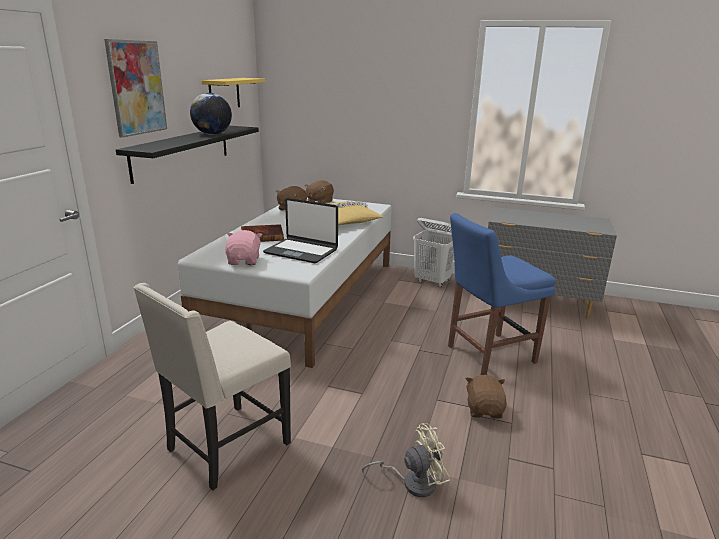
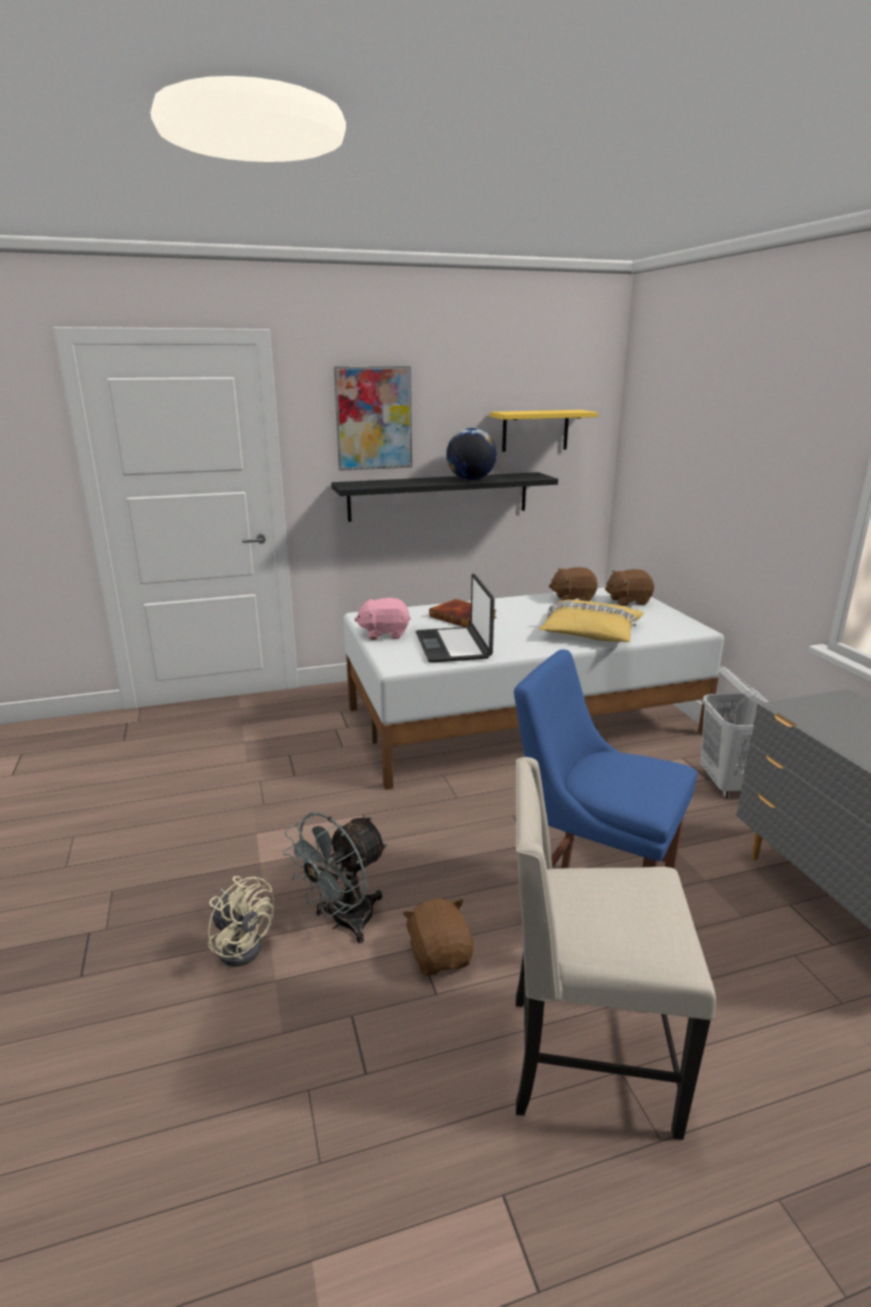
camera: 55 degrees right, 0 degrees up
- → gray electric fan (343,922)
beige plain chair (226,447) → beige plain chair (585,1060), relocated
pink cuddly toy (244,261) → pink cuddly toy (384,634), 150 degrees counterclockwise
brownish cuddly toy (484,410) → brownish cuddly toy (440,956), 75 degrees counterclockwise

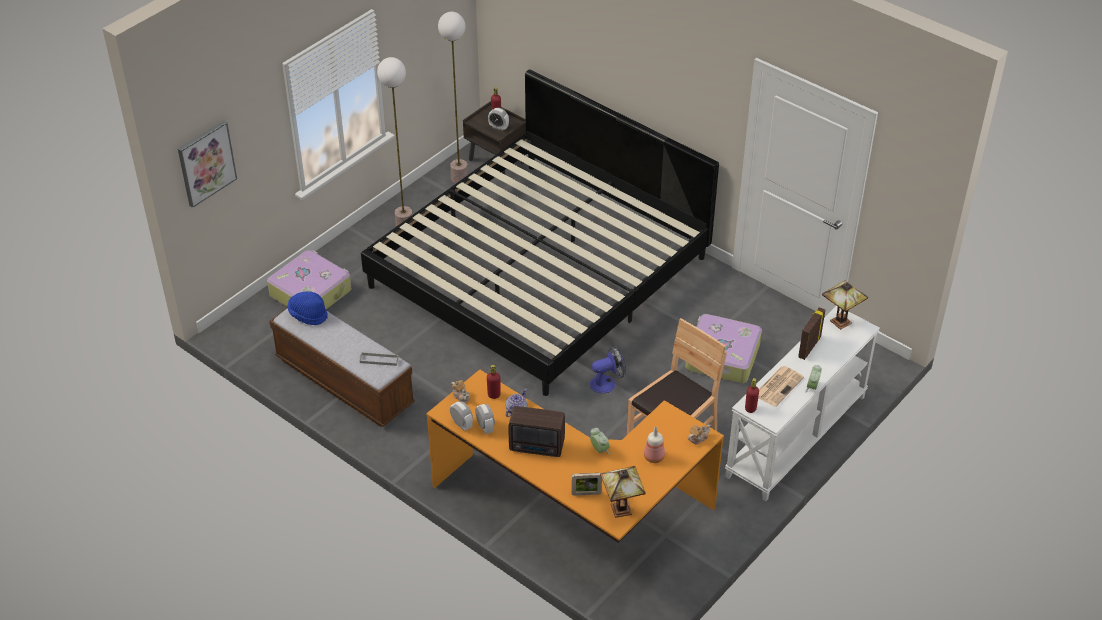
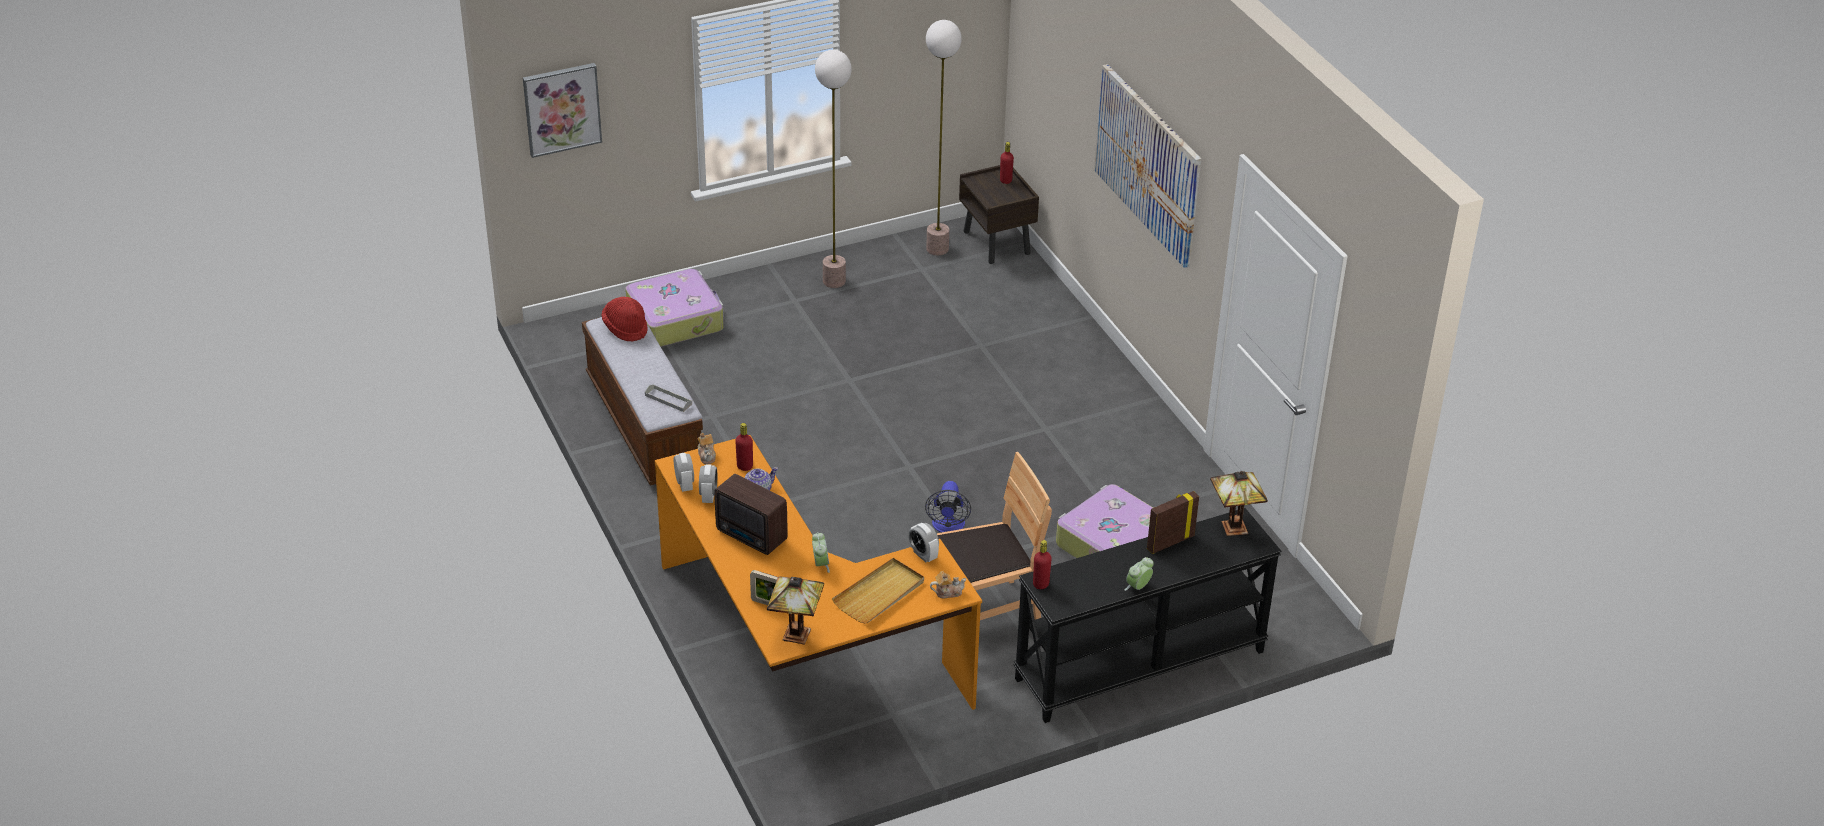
camera: 25 degrees right, 5 degrees down
bedroom bed (539,271) → -
daily paper (778,386) → -
- → wall picture (1148,164)
alarm clock (498,127) → alarm clock (923,555), relocated
bottle (654,457) → beige serving tray (879,594)
blue wearable hat (308,315) → reddish wearable hat (626,328)
whitish console table (797,437) → black console table (1140,666)
electric fan (607,383) → electric fan (948,527), 90 degrees clockwise

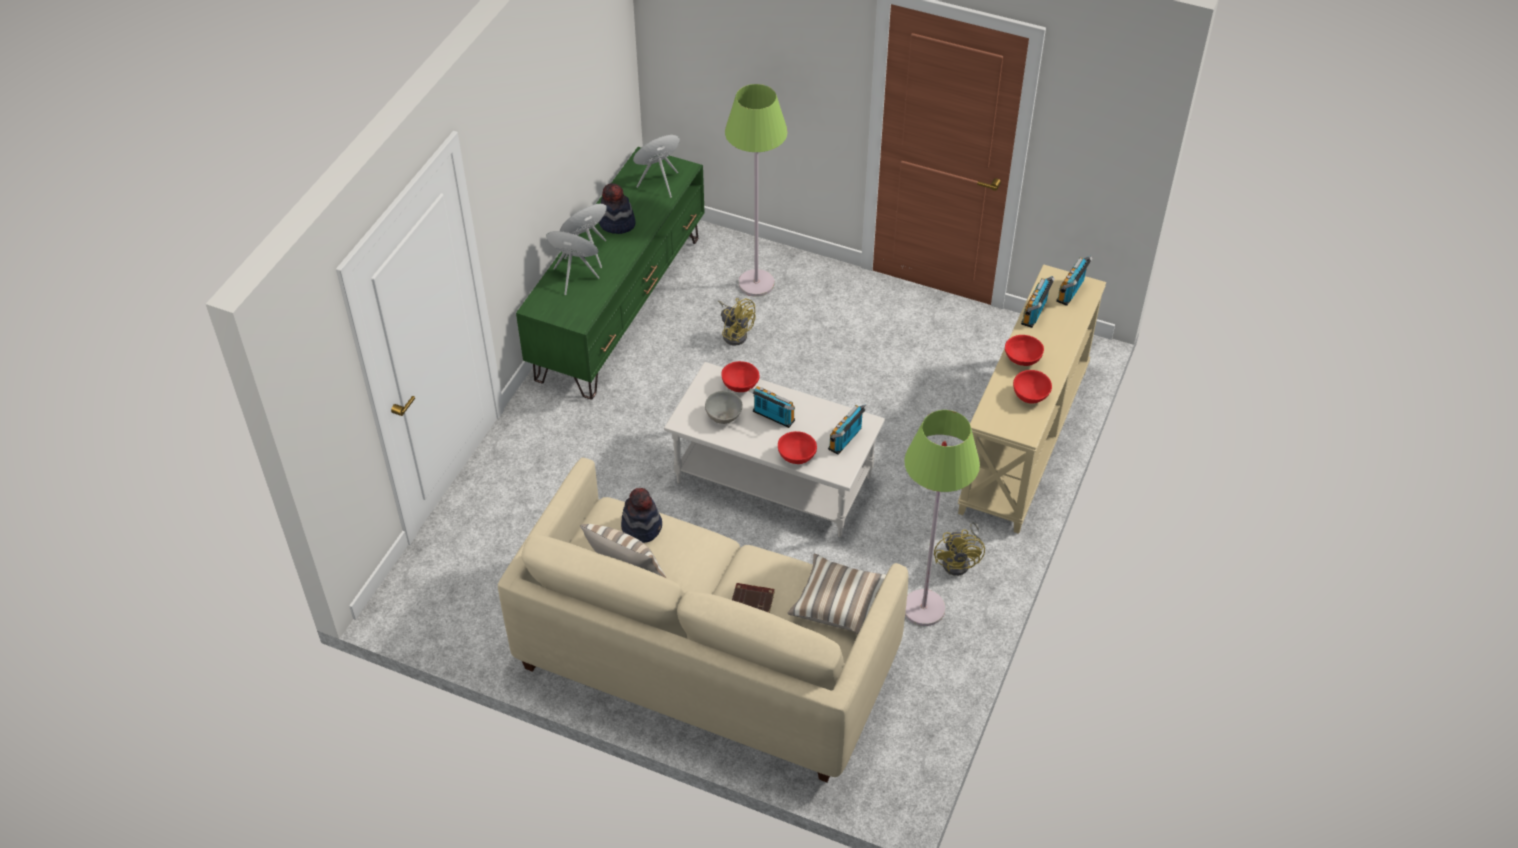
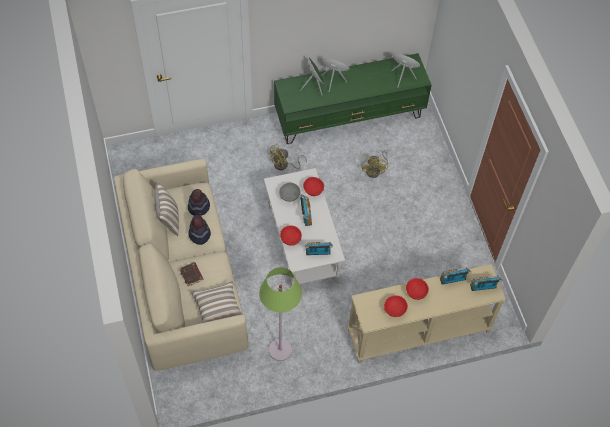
camera: 50 degrees right, 10 degrees up
green-coloured floor lamp (756,284) → -
wearable hat (616,223) → wearable hat (199,234), relocated
yellow-coloured electric fan (960,561) → yellow-coloured electric fan (284,165), relocated

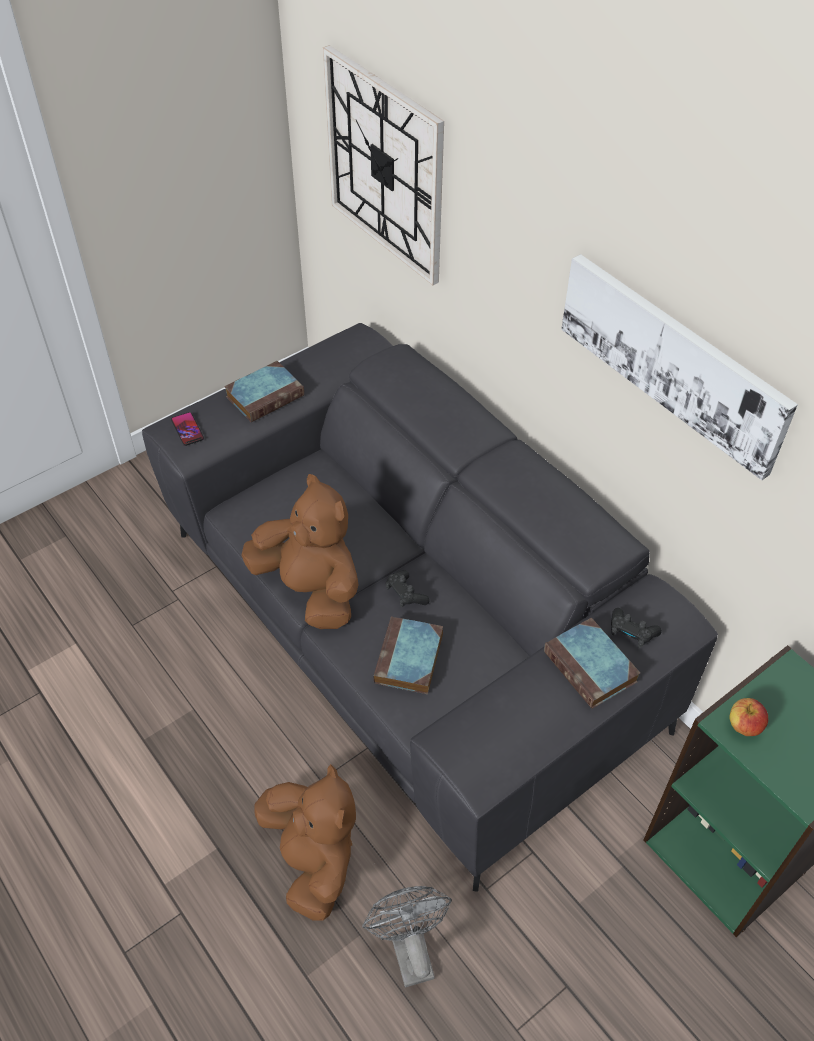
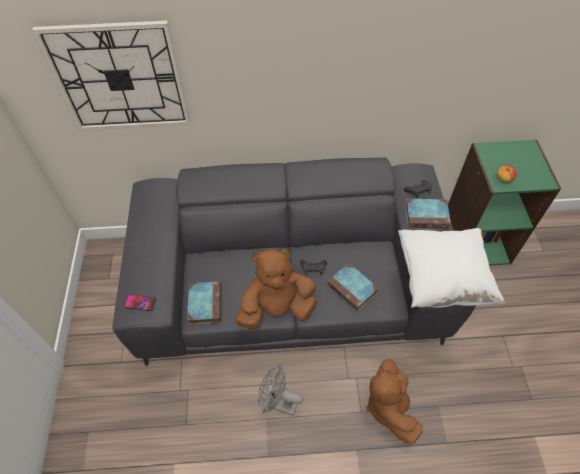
camera: 55 degrees left, 5 degrees up
wall picture (672,360) → -
- → whitish cushion (442,278)
bound book (266,395) → bound book (204,303), relocated
gray electric fan (409,949) → gray electric fan (278,403), relocated
brownish cuddly toy (312,860) → brownish cuddly toy (389,406), 105 degrees counterclockwise

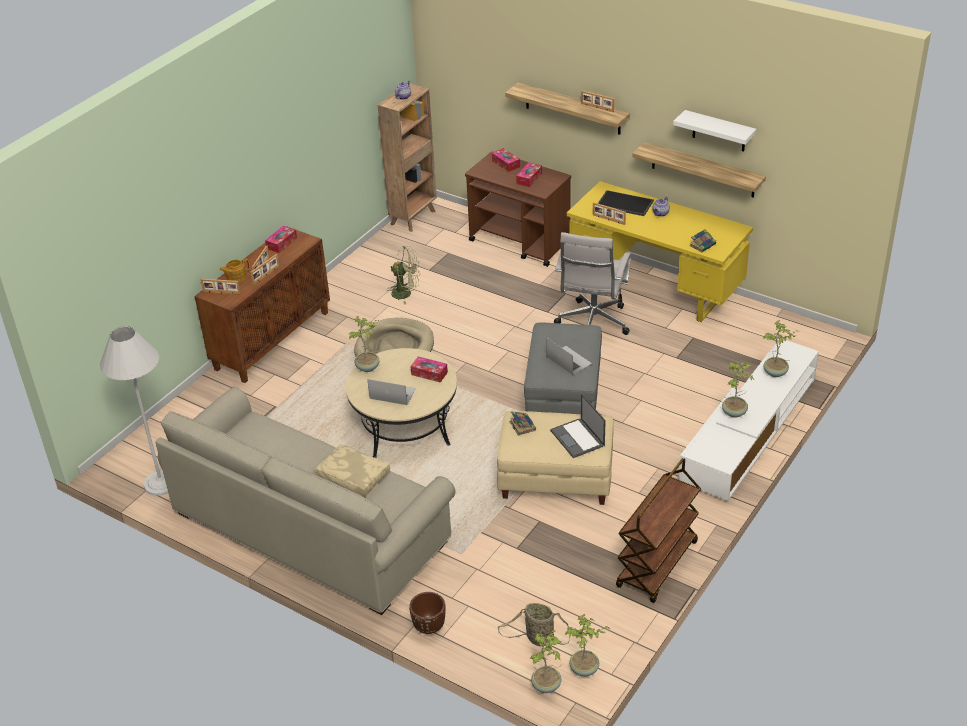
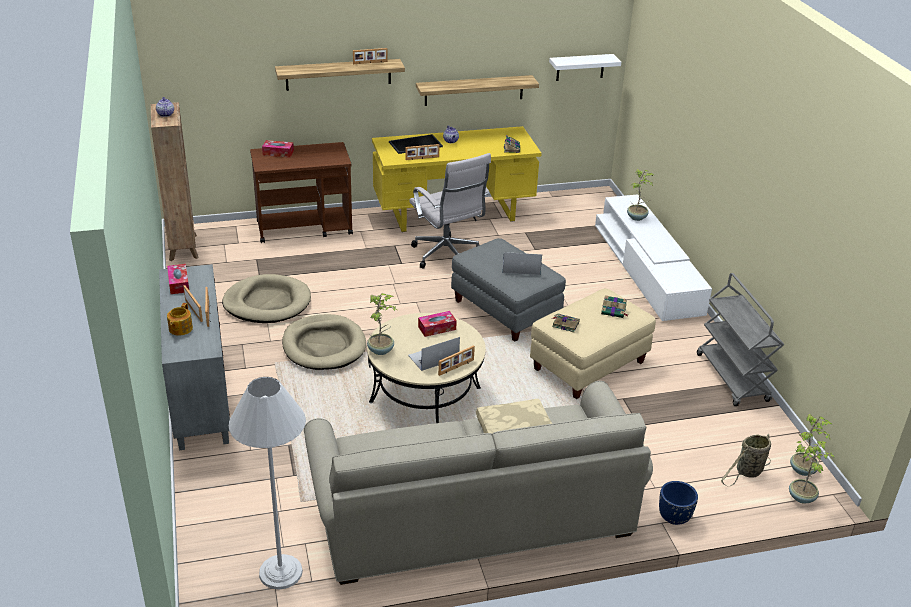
camera: 50 degrees left, 5 degrees down
tissue box (529,178) → -
houseplant (735,412) → -
picture frame (221,293) → picture frame (456,367), relocated
whitish bracket shelf (719,131) → whitish bracket shelf (580,67), relocated
green-coloured electric fan (406,293) → beige pet bed (267,303)
notebook computer (578,438) → bound book (614,311)
brownish cabinet (272,340) → gray cabinet (199,396)
brownish flower pot (428,627) → blue flower pot (674,518)
brownish trolley (657,565) → gray trolley (733,378)

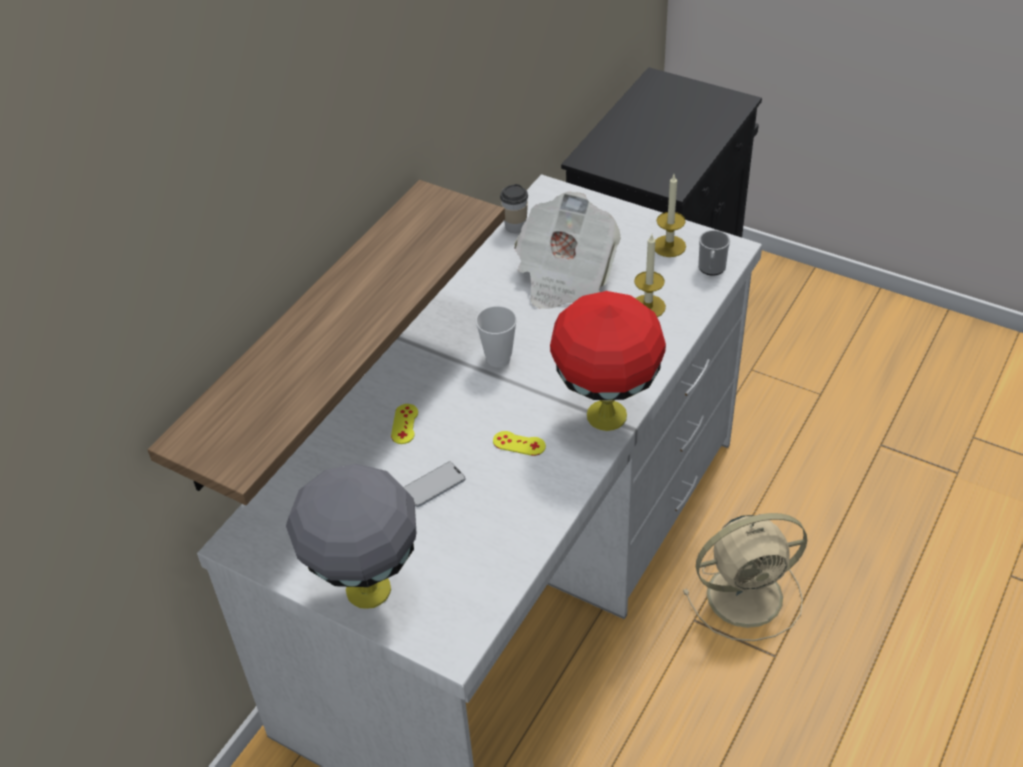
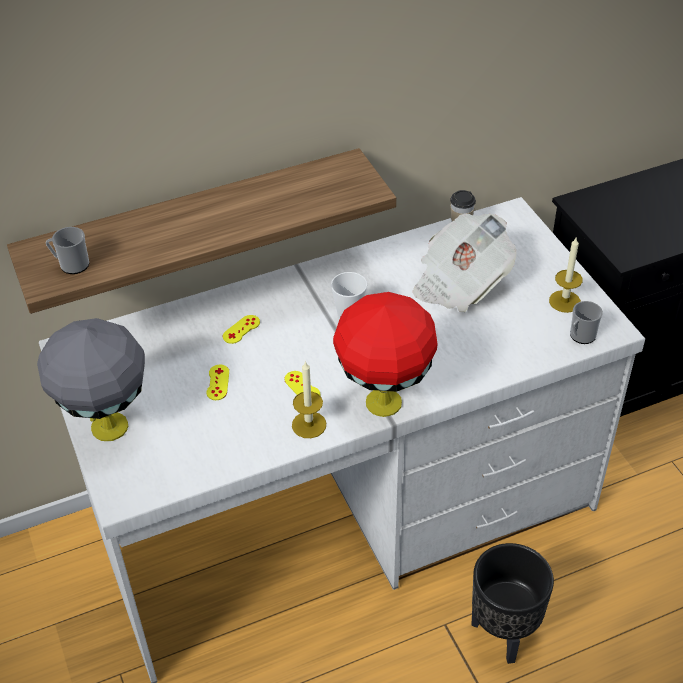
camera: 35 degrees right, 0 degrees up
- → tea mug (71,265)
wax light (648,306) → wax light (309,424), relocated
telephone (434,485) → yellow-coloured joypad (218,382)
beige electric fan (748,595) → black flower pot (504,633)

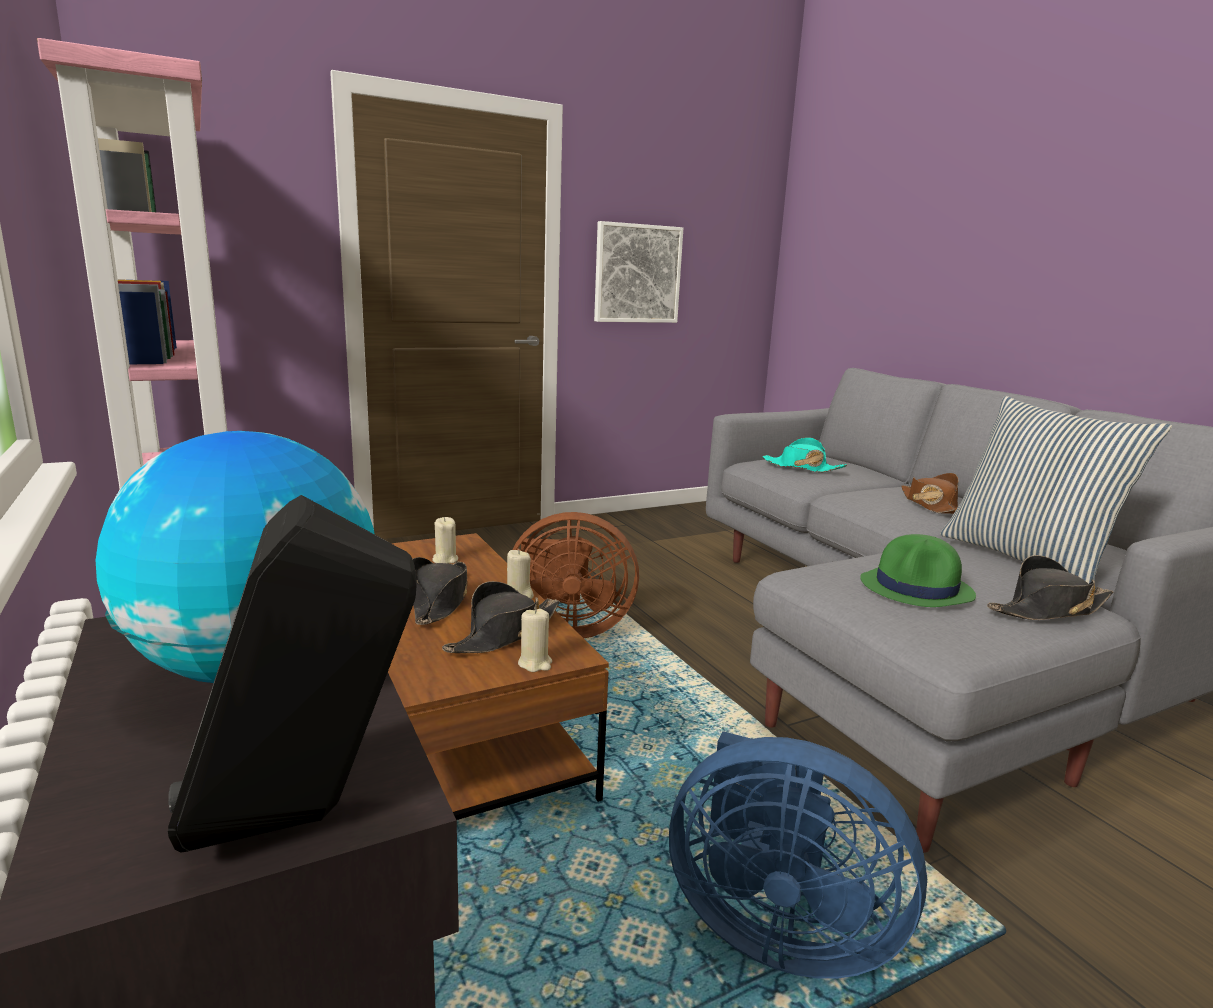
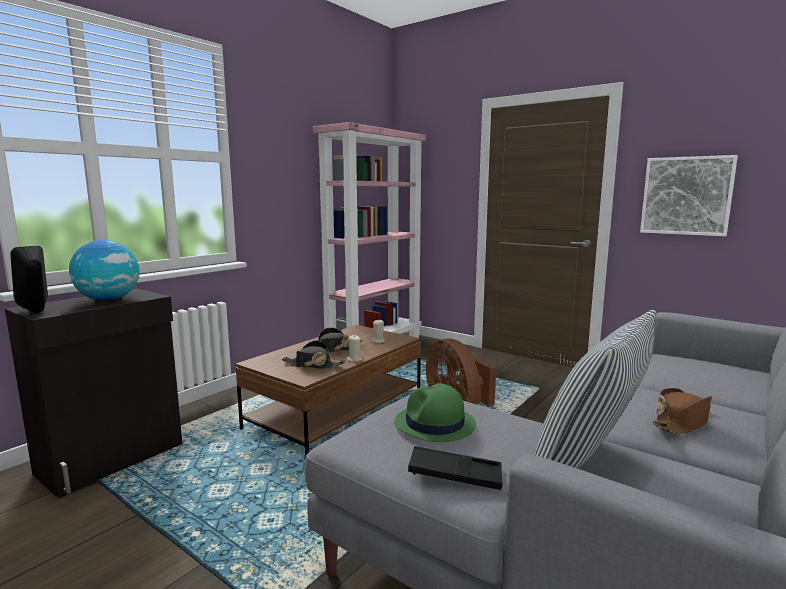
camera: 65 degrees right, 5 degrees down
beige wax light (535,663) → -
blue electric fan (774,928) → -
turquoise wearable hat (802,467) → -
black wearable hat (1048,610) → black serving tray (455,474)

